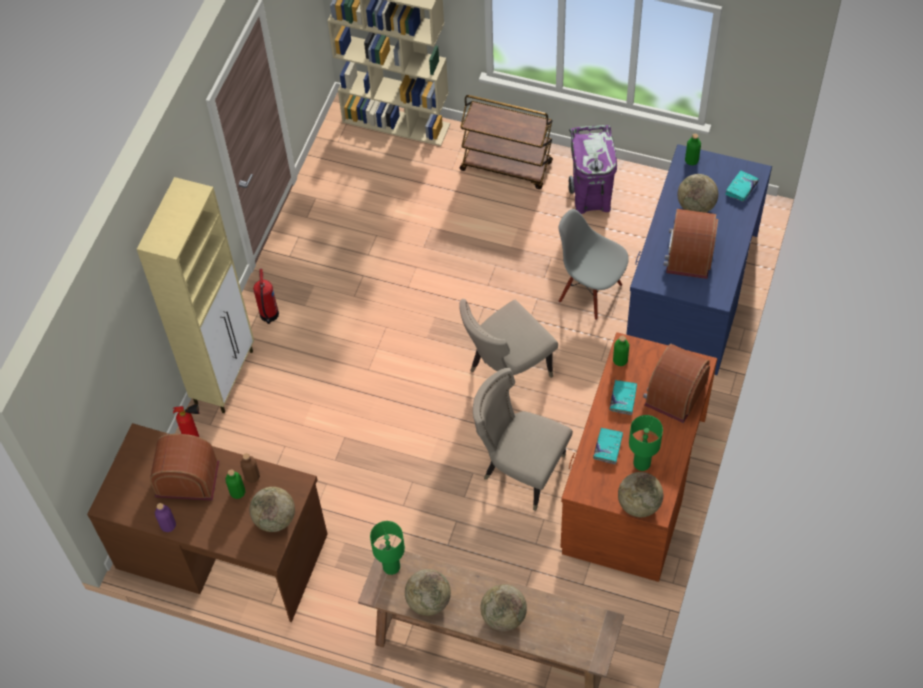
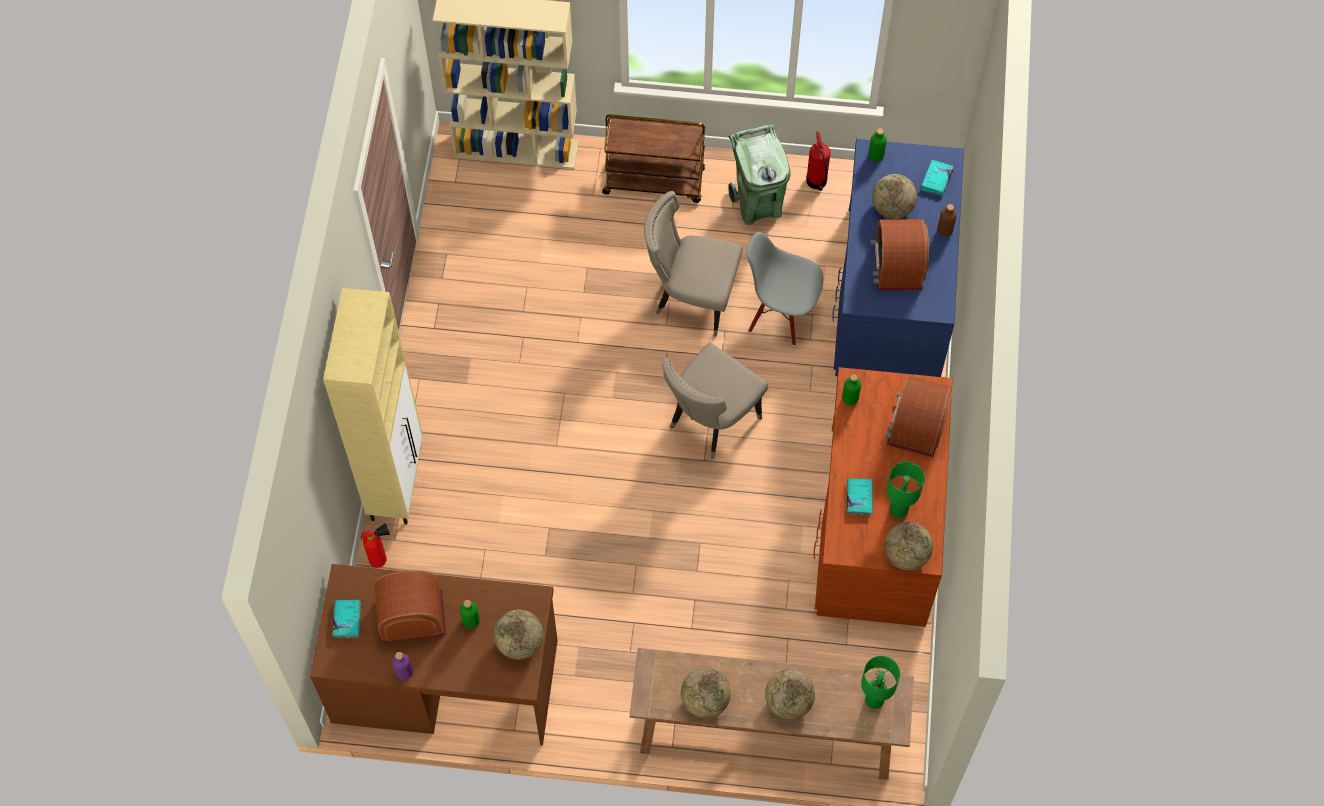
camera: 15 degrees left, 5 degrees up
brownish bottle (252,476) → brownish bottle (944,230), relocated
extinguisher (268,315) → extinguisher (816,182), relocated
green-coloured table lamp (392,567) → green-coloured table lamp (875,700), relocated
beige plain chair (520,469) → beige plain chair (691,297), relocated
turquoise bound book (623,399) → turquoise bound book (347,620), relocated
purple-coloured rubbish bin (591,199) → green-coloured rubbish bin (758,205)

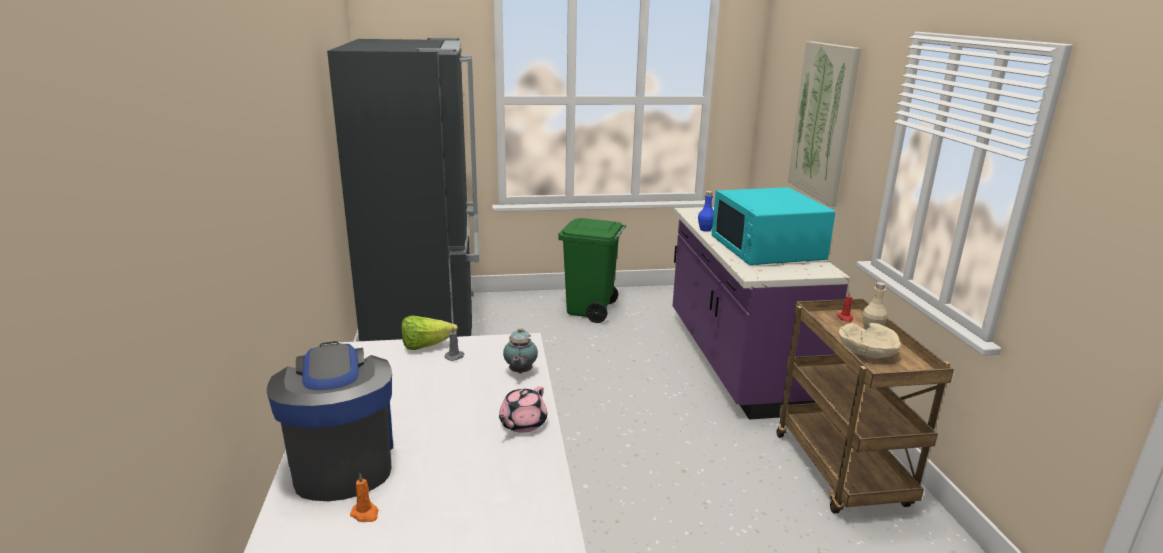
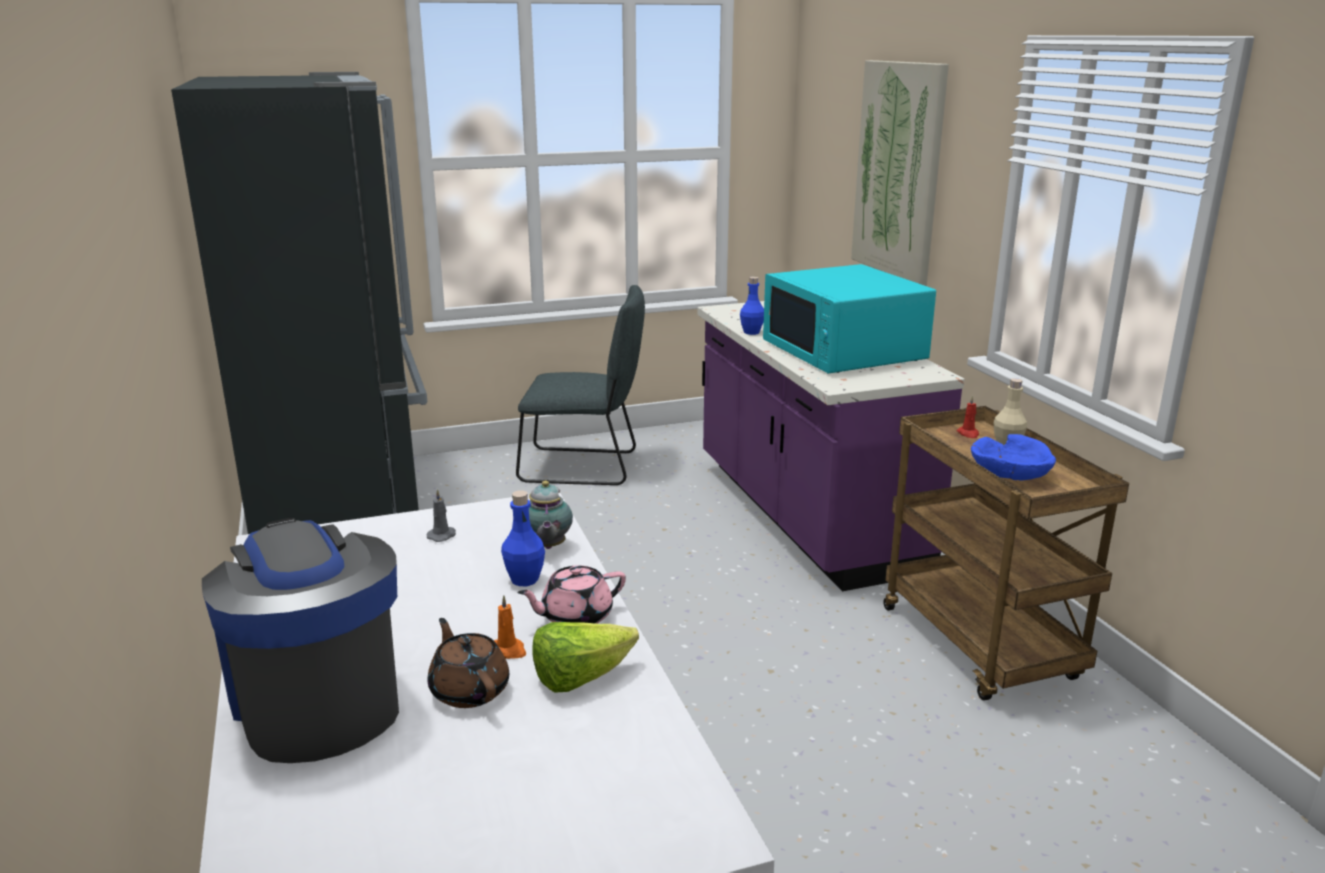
camera: 10 degrees left, 0 degrees up
- → brownish tea pot (469,690)
- → blue bottle (524,579)
orangey wax light (365,514) → orangey wax light (508,651), relocated
head of lettuce (425,346) → head of lettuce (580,678), relocated
green-coloured rubbish bin (590,311) → gray plain chair (584,467)
beige deep dish (867,352) → blue deep dish (1011,474)
pink tea pot (522,423) → pink tea pot (575,617), 45 degrees clockwise

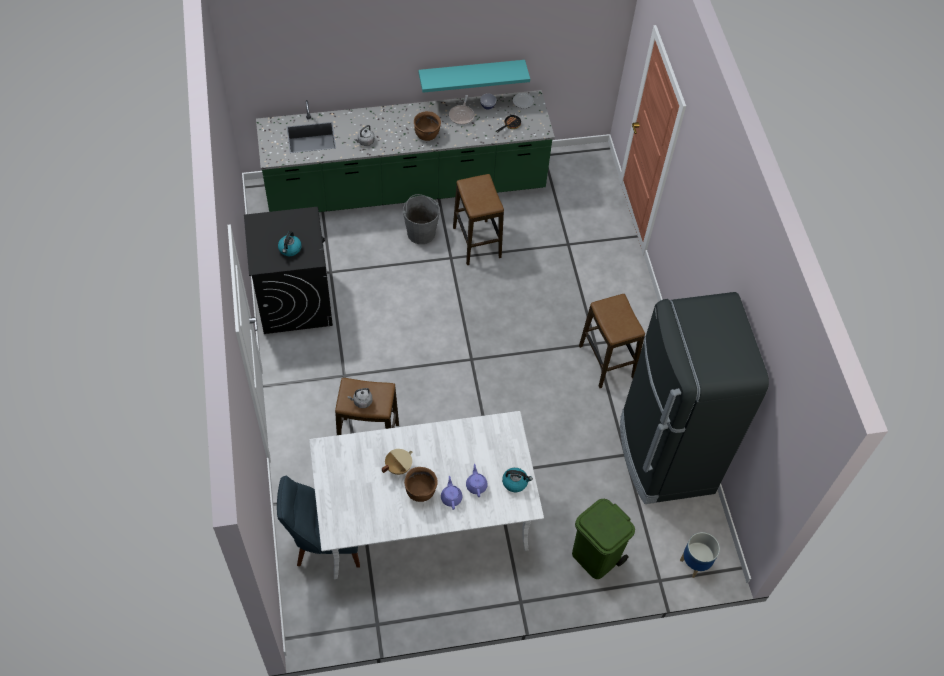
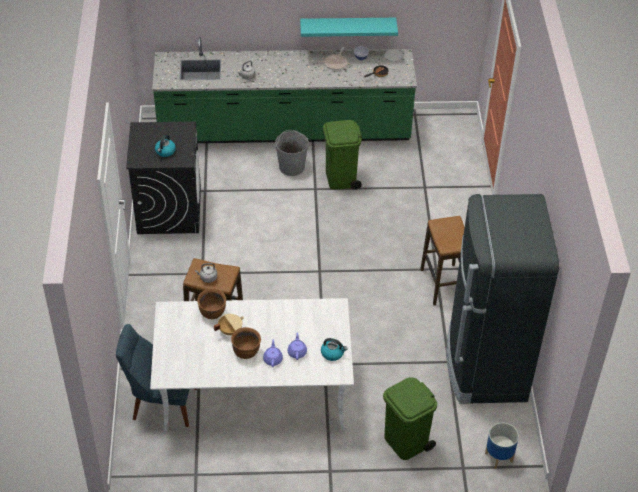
camera: 10 degrees right, 10 degrees down
brownish cooking pot (427,135) → brownish cooking pot (212,313), relocated
stool (477,242) → green-coloured rubbish bin (341,179)

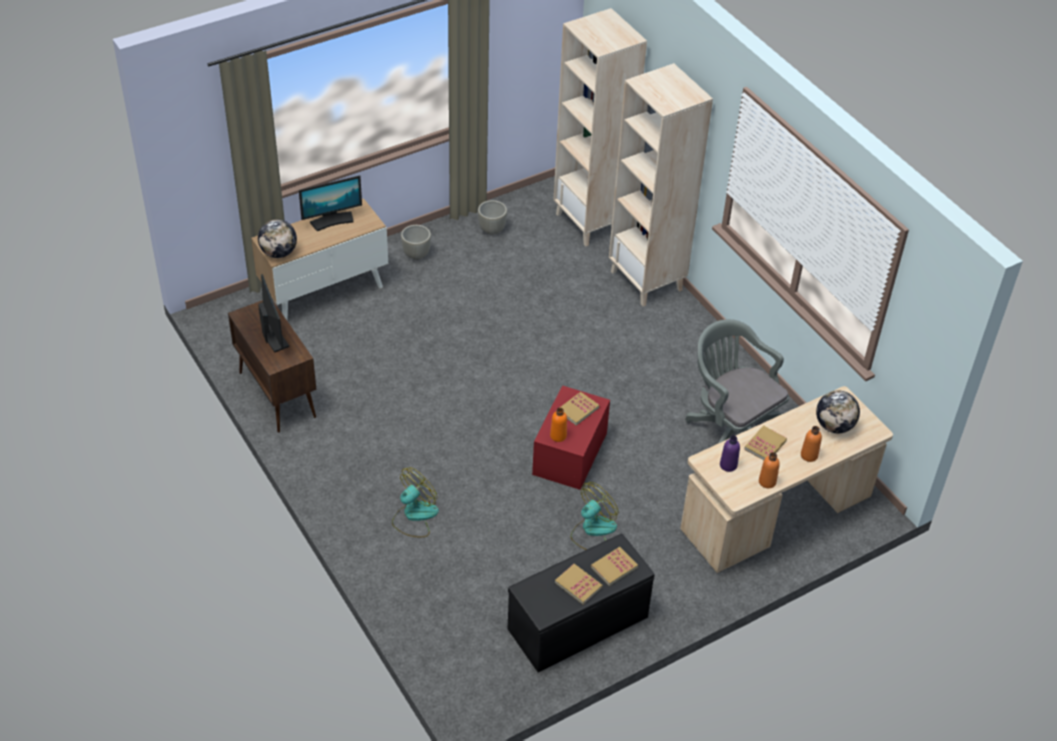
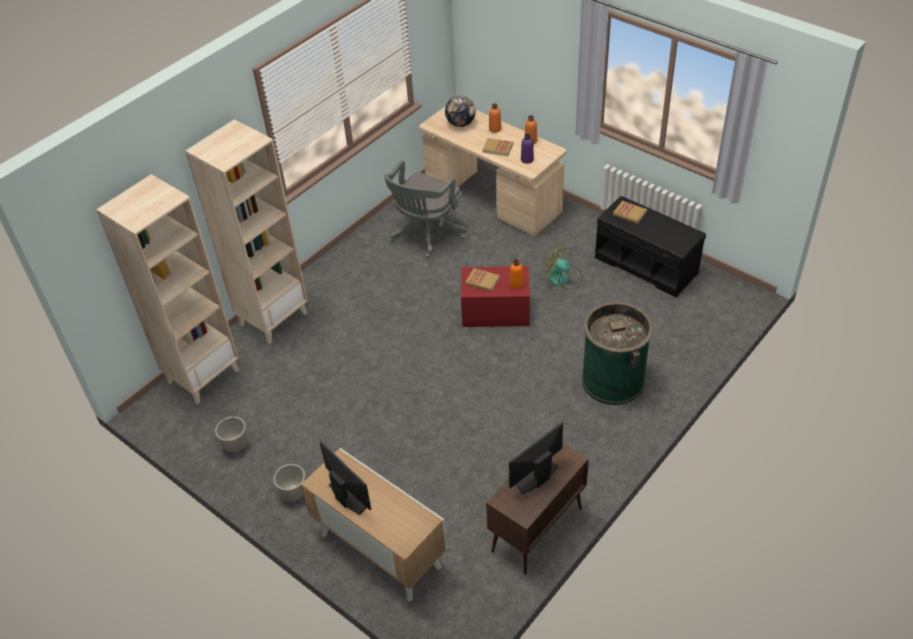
camera: 105 degrees left, 0 degrees up
world globe (279,253) → -
bound book (578,585) → -
electric fan (414,516) → green-coloured rubbish bin (612,380)

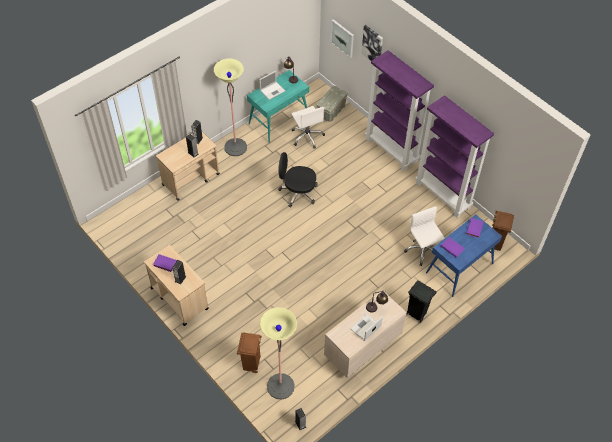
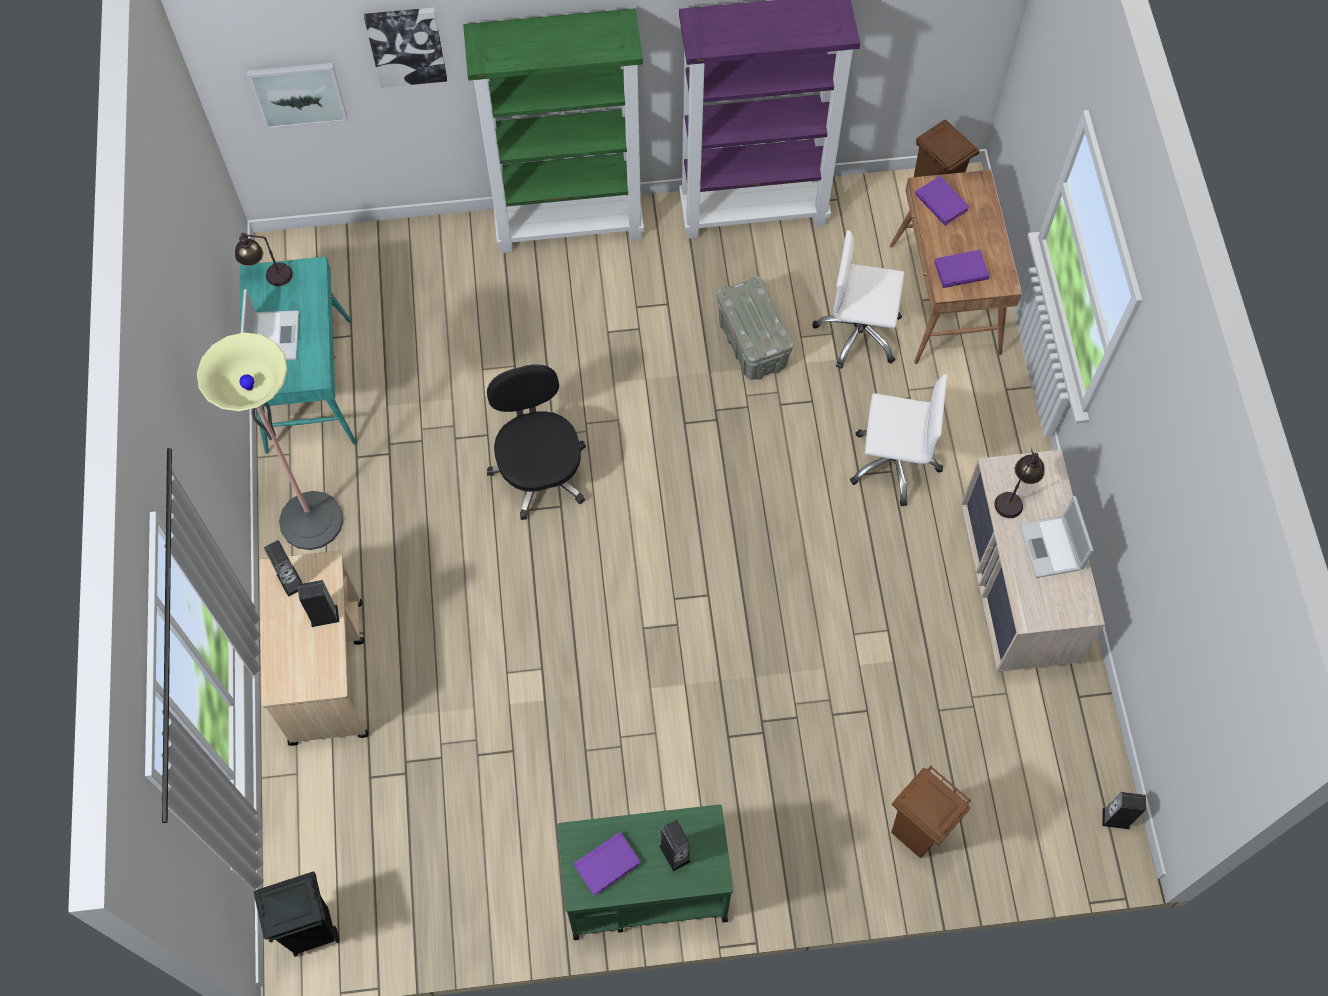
camera: 55 degrees left, 10 degrees up
floor lamp (280,386) → -
whitish desk chair (307,136) → whitish desk chair (893,463), relocated
gray storage bin (331,111) → gray storage bin (751,344), relocated
black rubbish bin (416,314) → black rubbish bin (312,931), relocated
beige trolley (179,298) → green-coloured trolley (644,889)
purple-coloured bookshelf (392,150) → green-coloured bookshelf (570,225)
blue desk (459,268) → brownish desk (945,300)
black desk chair (297,192) → black desk chair (540,471), 120 degrees clockwise

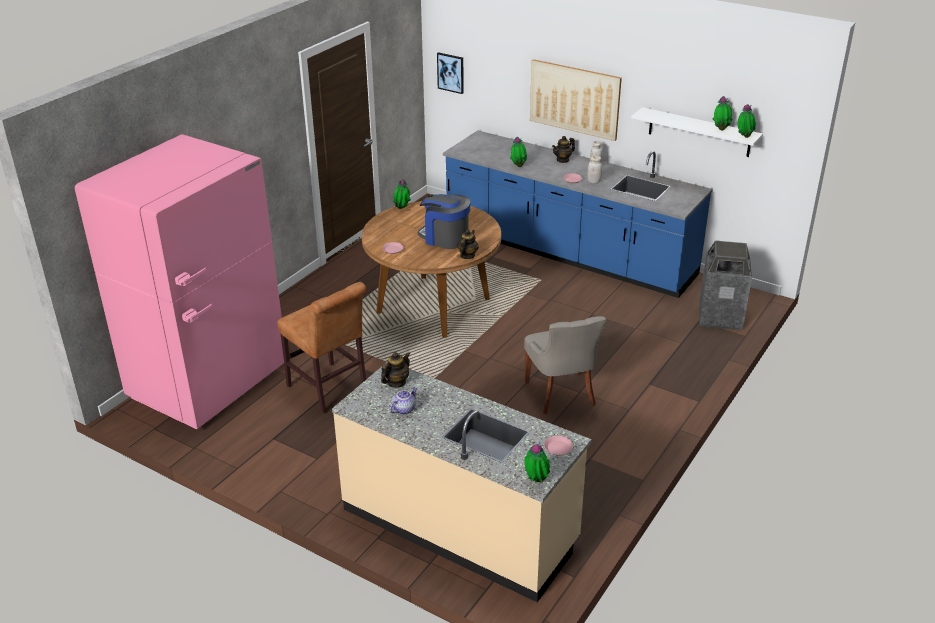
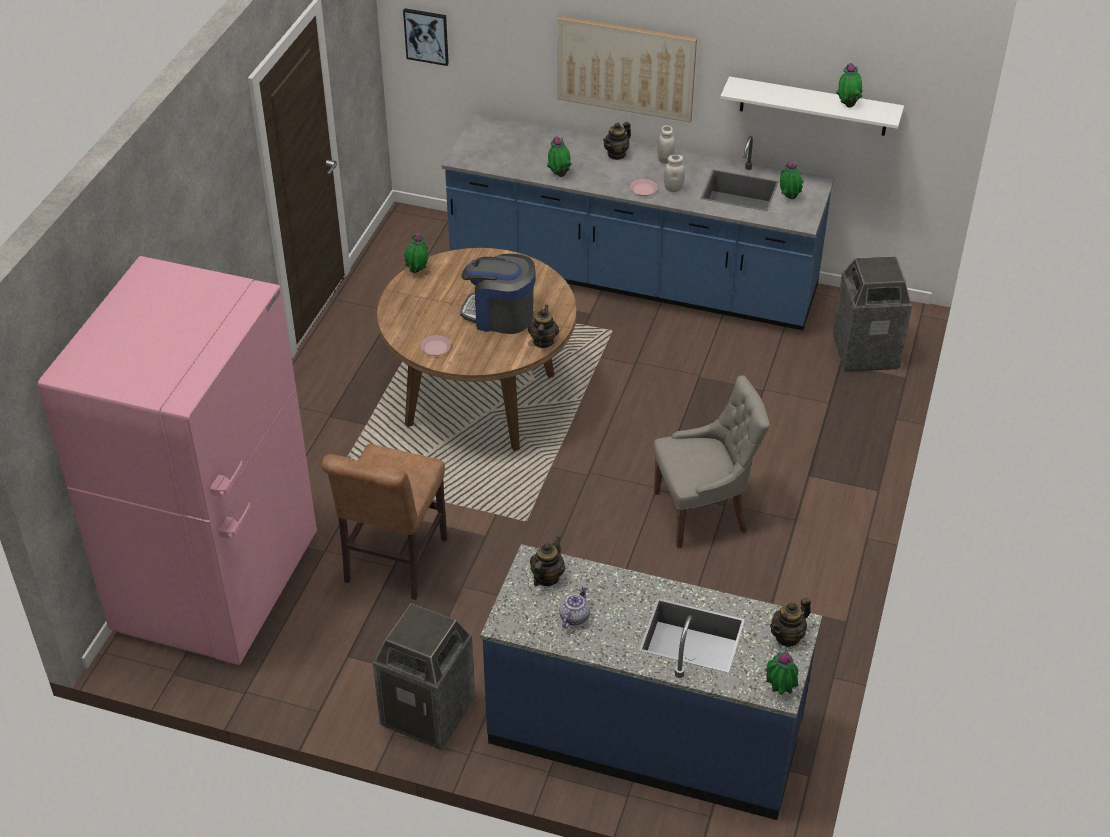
camera: 15 degrees left, 10 degrees up
- → rubbish bin (428,713)
houseplant (744,137) → houseplant (788,198), relocated
pink flat dish (558,448) → tea pot (788,636)
beige kitchen counter (460,525) → blue kitchen counter (645,734)
brownish plain chair (330,390) → brownish plain chair (393,564), 75 degrees clockwise
gray plain chair (561,394) → gray plain chair (703,513), 75 degrees counterclockwise

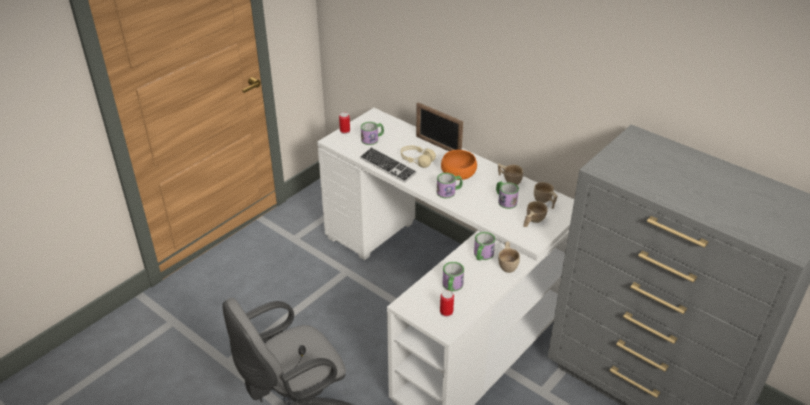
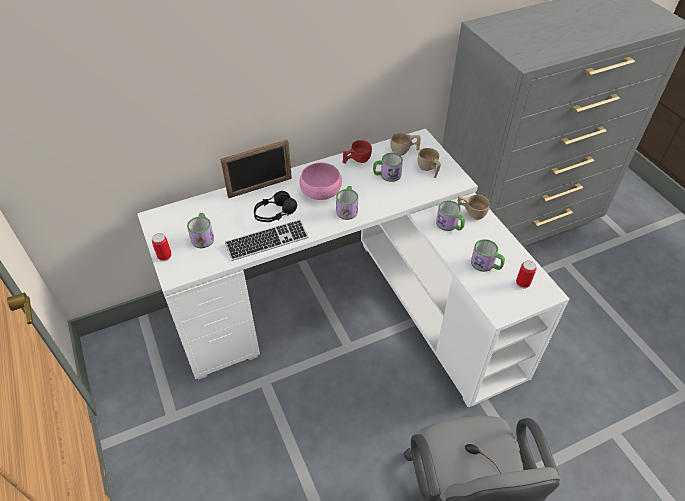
camera: 65 degrees left, 10 degrees up
beige headset (416,160) → black headset (274,214)
orangey deep dish (458,173) → pink deep dish (321,190)
beige cup (509,180) → reddish cup (356,160)

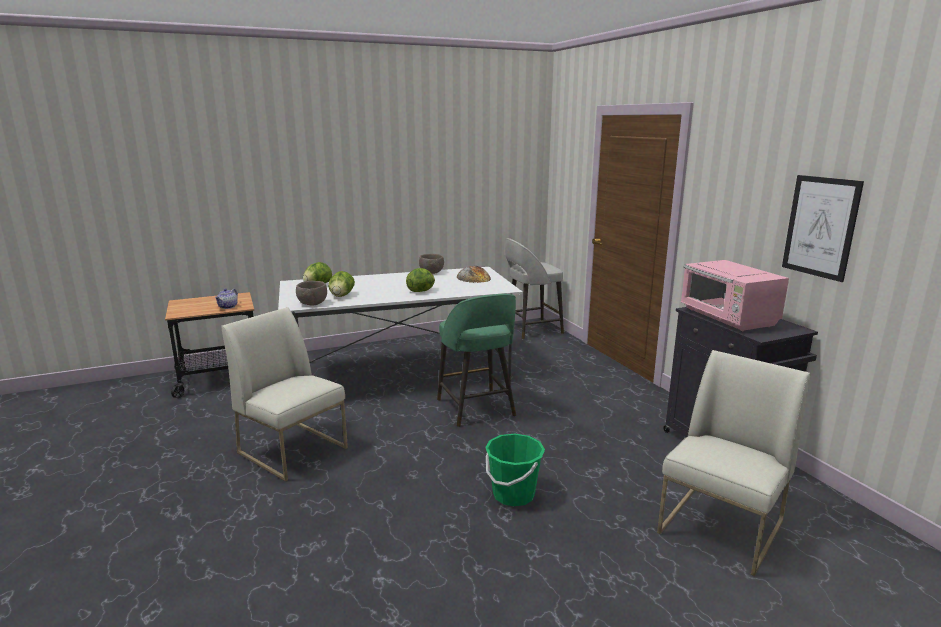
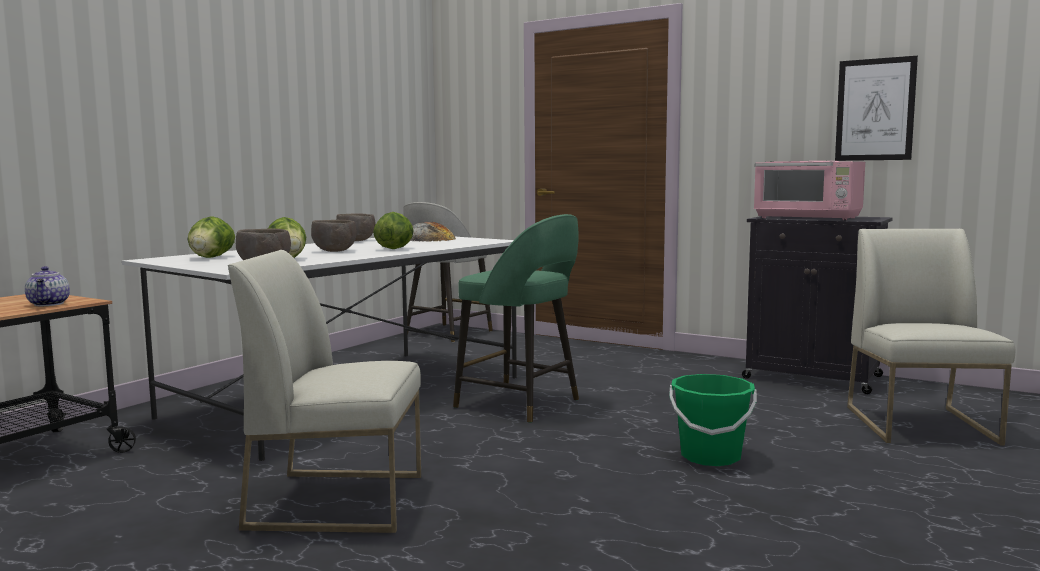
camera: 35 degrees left, 10 degrees down
- → brownish deep dish (334,251)

